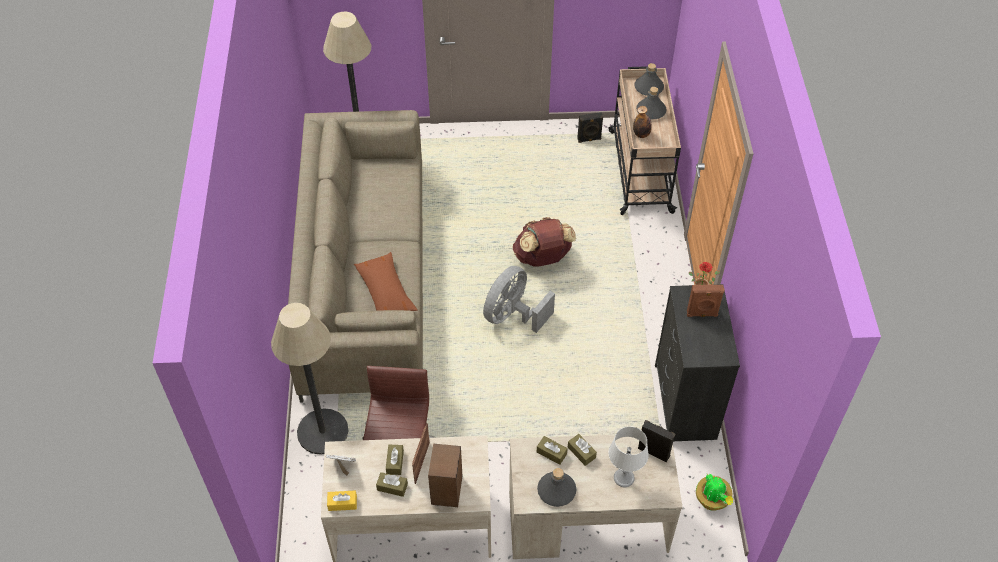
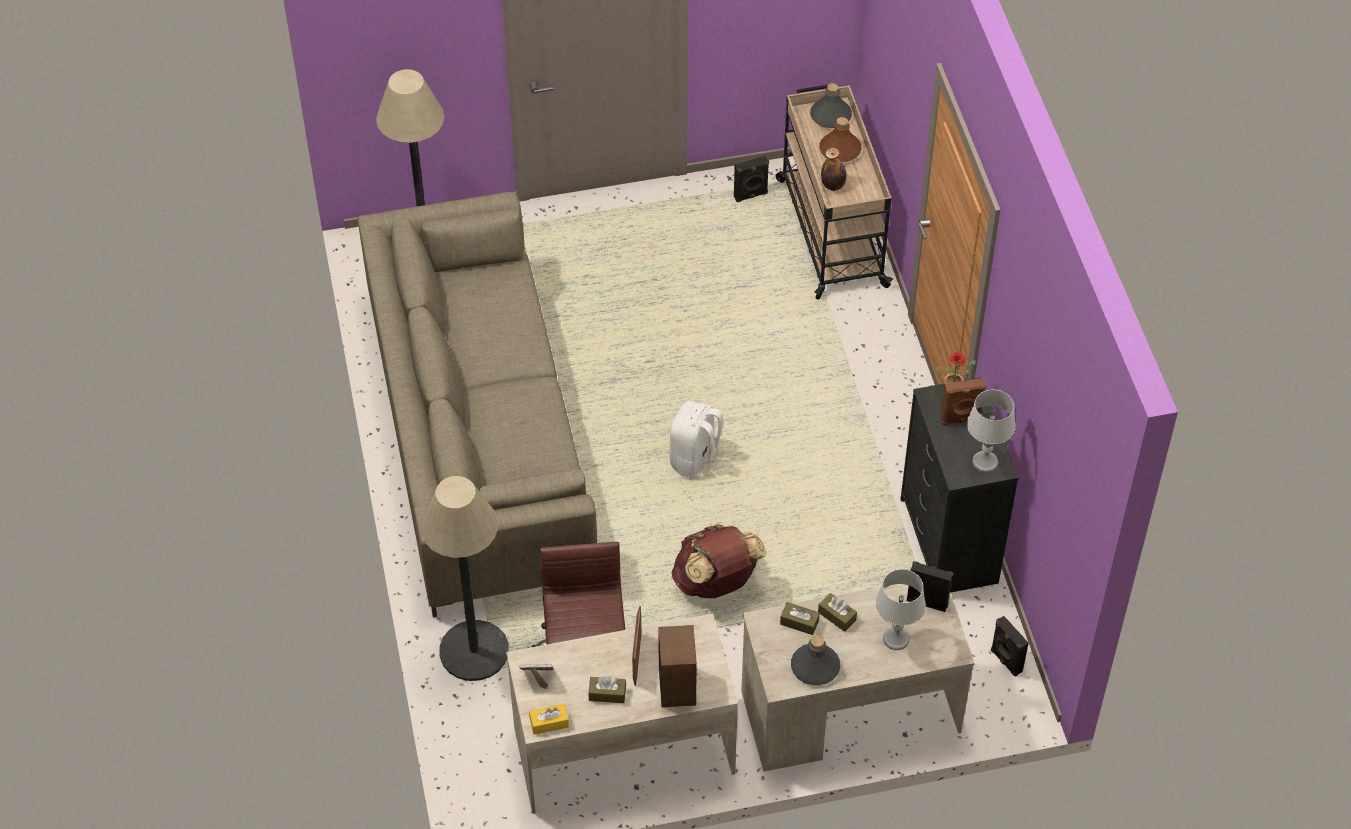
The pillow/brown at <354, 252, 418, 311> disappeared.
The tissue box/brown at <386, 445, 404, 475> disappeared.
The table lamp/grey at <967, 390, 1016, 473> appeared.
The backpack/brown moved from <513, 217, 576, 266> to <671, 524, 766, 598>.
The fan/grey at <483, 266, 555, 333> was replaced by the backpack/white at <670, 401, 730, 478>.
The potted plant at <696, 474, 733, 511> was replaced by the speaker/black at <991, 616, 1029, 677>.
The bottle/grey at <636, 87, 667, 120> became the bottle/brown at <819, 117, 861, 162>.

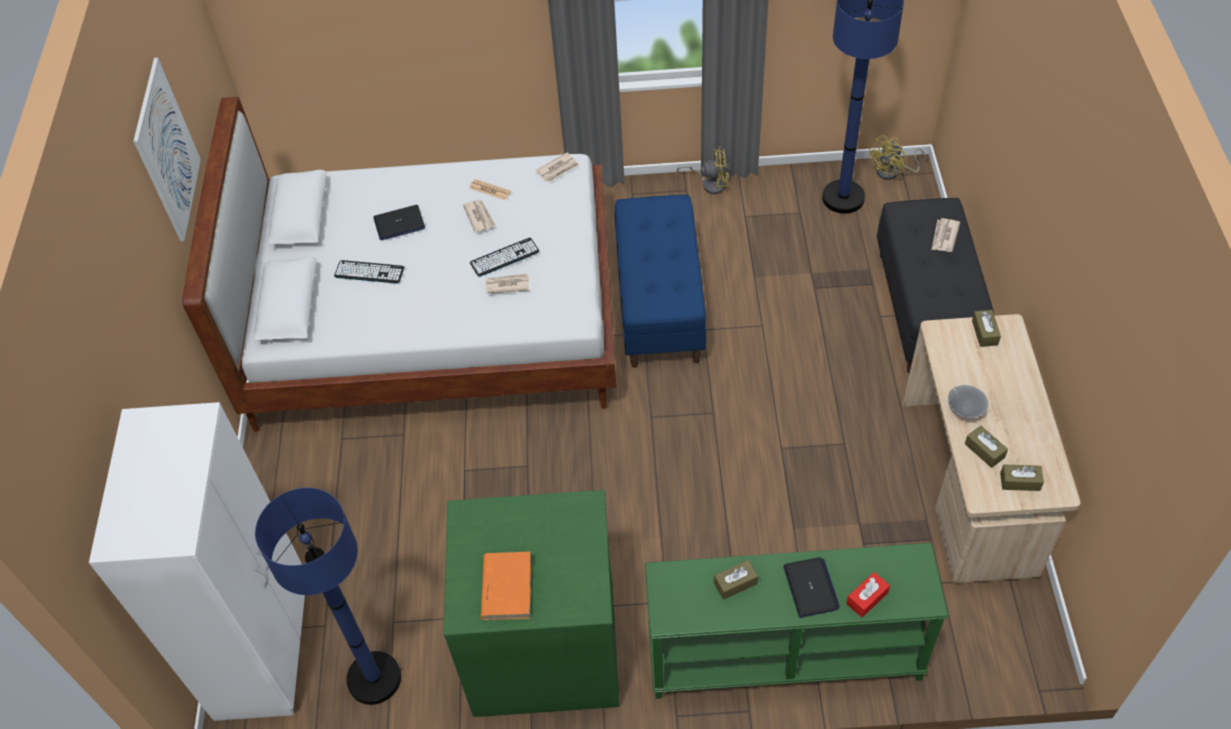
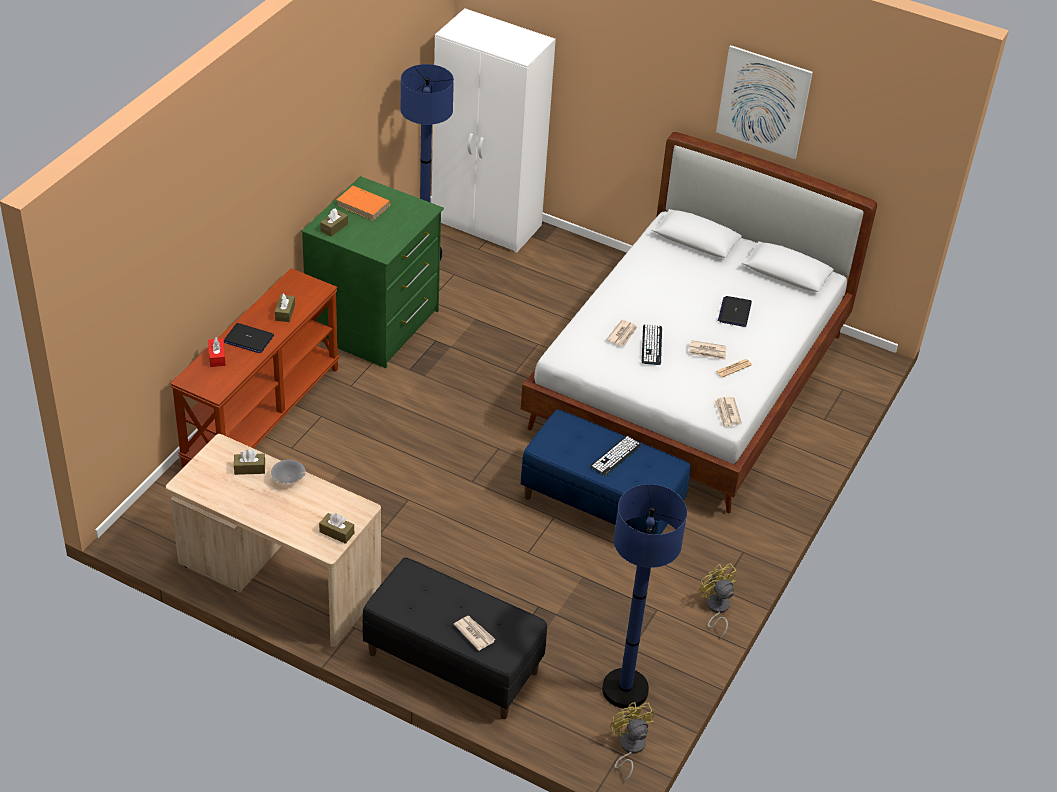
The keyboard moved from <334, 260, 404, 284> to <590, 436, 642, 477>.
The tissue box/brown moved from <1000, 464, 1044, 491> to <320, 209, 348, 237>.
The console table/green at <645, 543, 948, 699> became the console table/brown at <170, 268, 340, 467>.
The fan/yellow at <677, 146, 729, 194> turned 120 degrees clockwise.

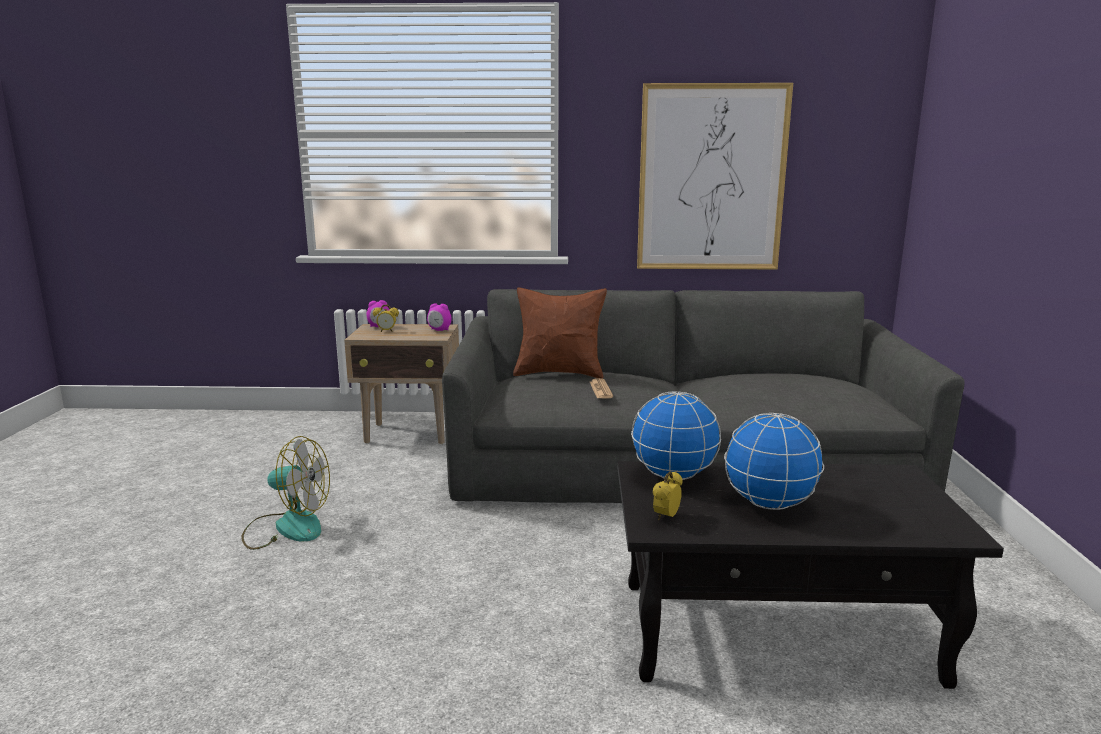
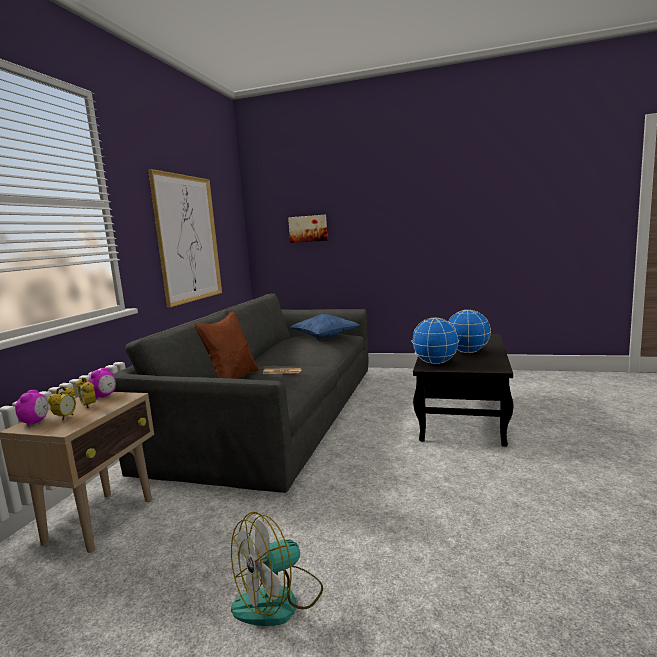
The picture at <288, 215, 328, 243> appeared.
The pillow/blue at <291, 314, 360, 338> appeared.
The alarm clock moved from <653, 471, 683, 520> to <76, 377, 96, 408>.
The fan at <241, 436, 330, 550> turned 150 degrees counterclockwise.

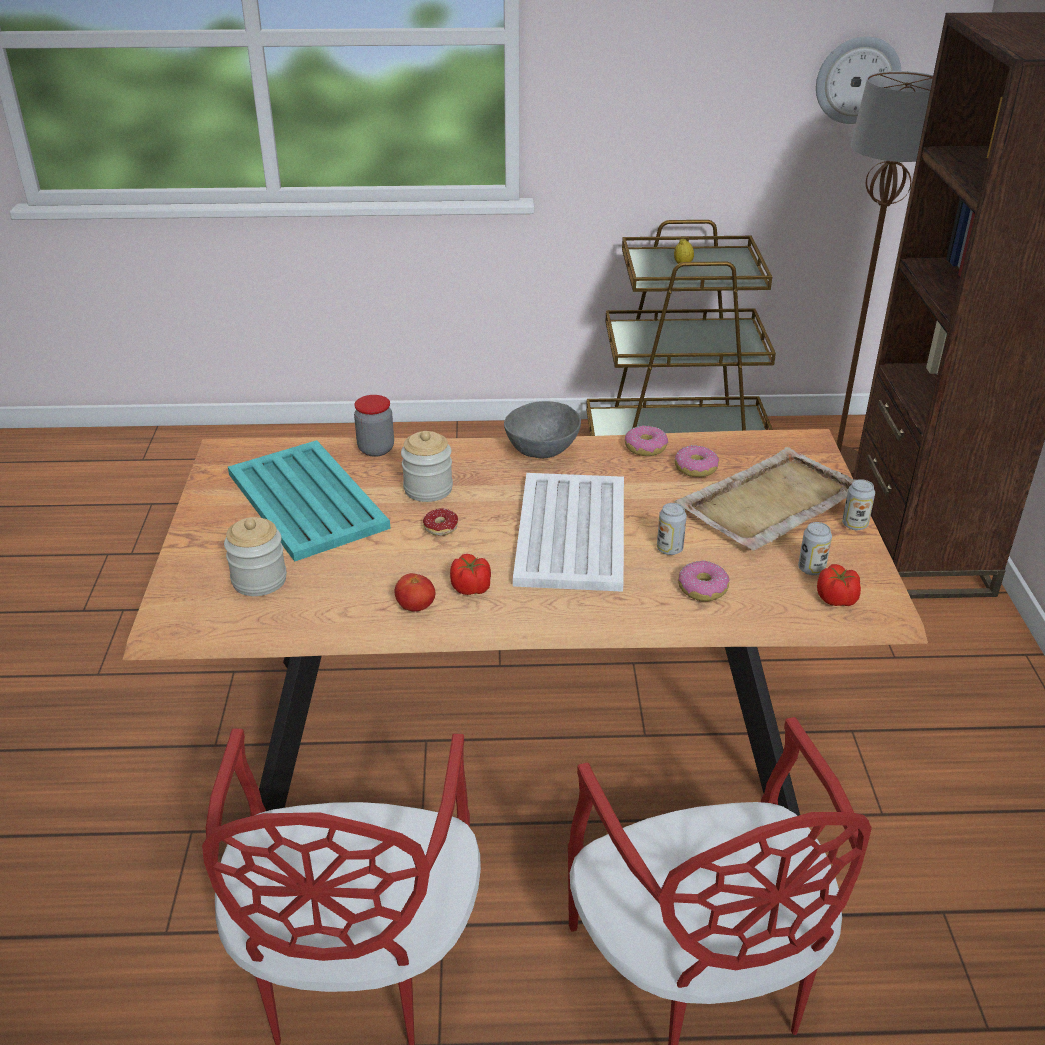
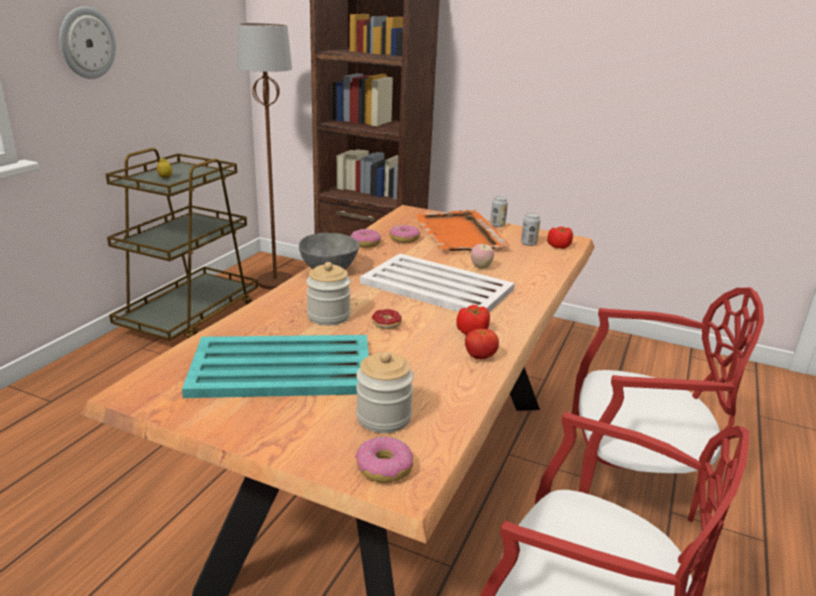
The jar at <354, 395, 394, 457> disappeared.
The donut moved from <678, 560, 729, 602> to <355, 437, 413, 483>.
The wall clock moved from <816, 36, 901, 124> to <59, 7, 116, 79>.
The can at <657, 503, 687, 555> was replaced by the apple at <471, 242, 494, 268>.
The tray/beige at <674, 447, 855, 551> became the tray/orange at <414, 210, 511, 251>.

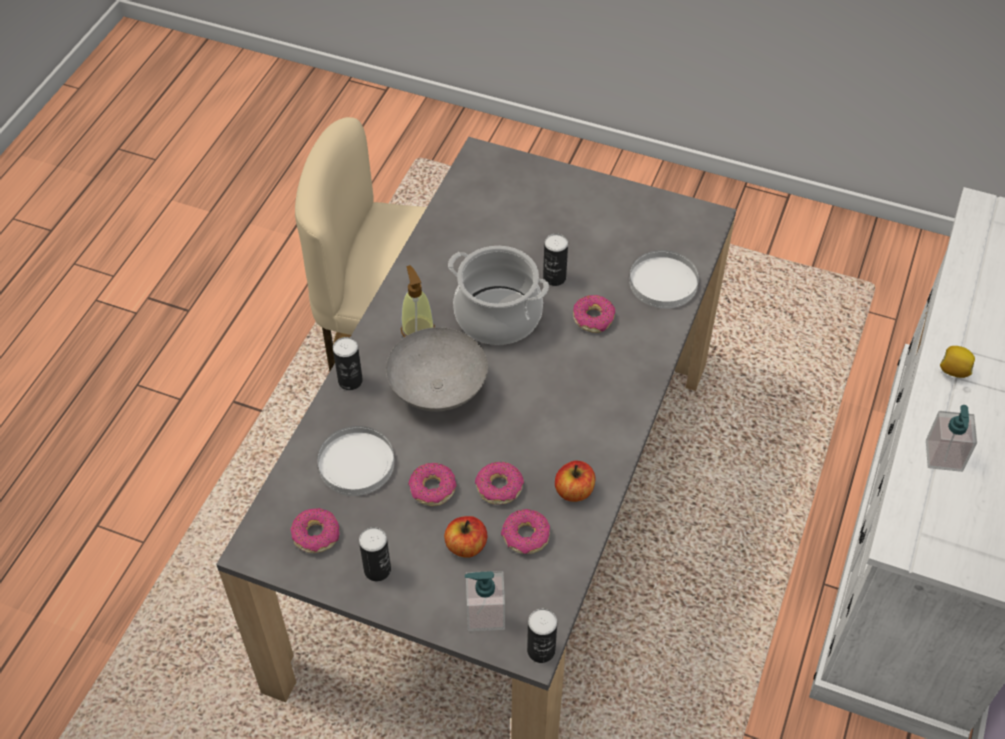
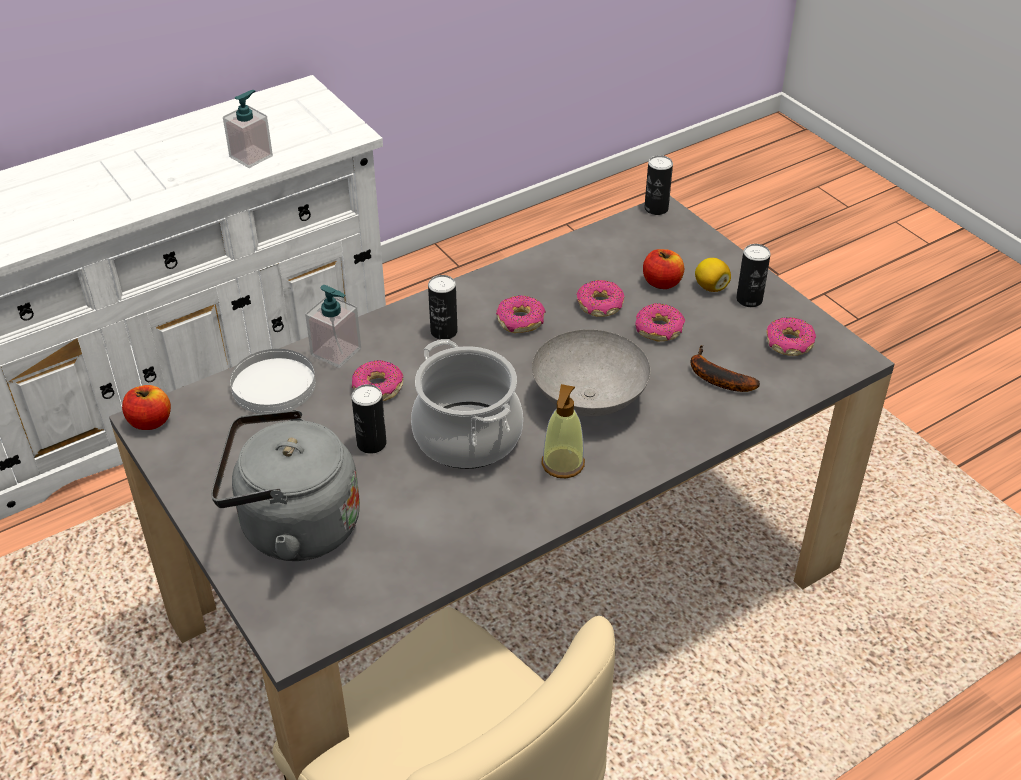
The kettle/grey at <211, 410, 360, 561> appeared.
The can moved from <333, 337, 363, 390> to <428, 275, 458, 340>.
The soap dispenser moved from <465, 571, 505, 631> to <305, 285, 361, 368>.
The donut moved from <501, 509, 550, 554> to <496, 295, 546, 333>.
The apple moved from <555, 461, 595, 502> to <122, 385, 171, 430>.
The lemon moved from <940, 346, 975, 378> to <695, 258, 731, 292>.
The plate/white at <317, 426, 394, 496> was replaced by the banana at <691, 345, 760, 392>.

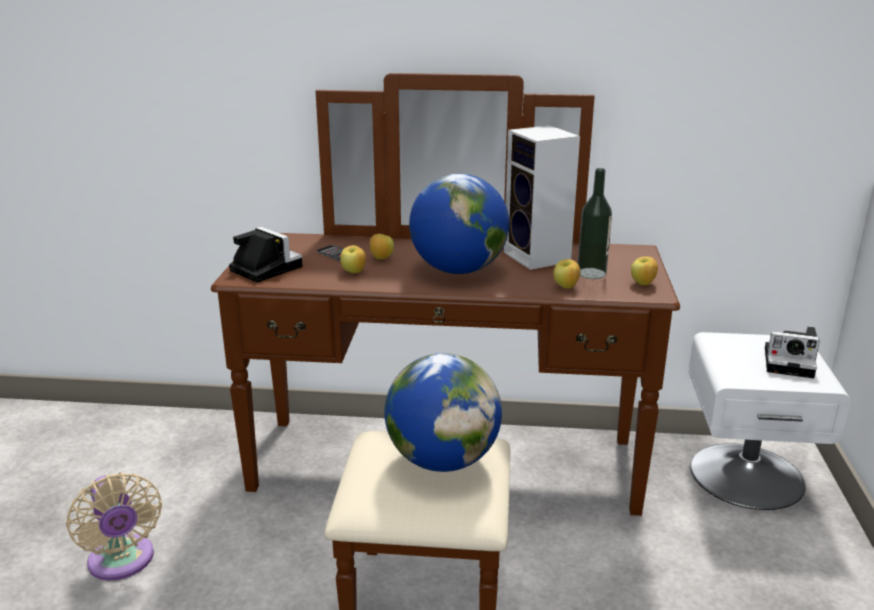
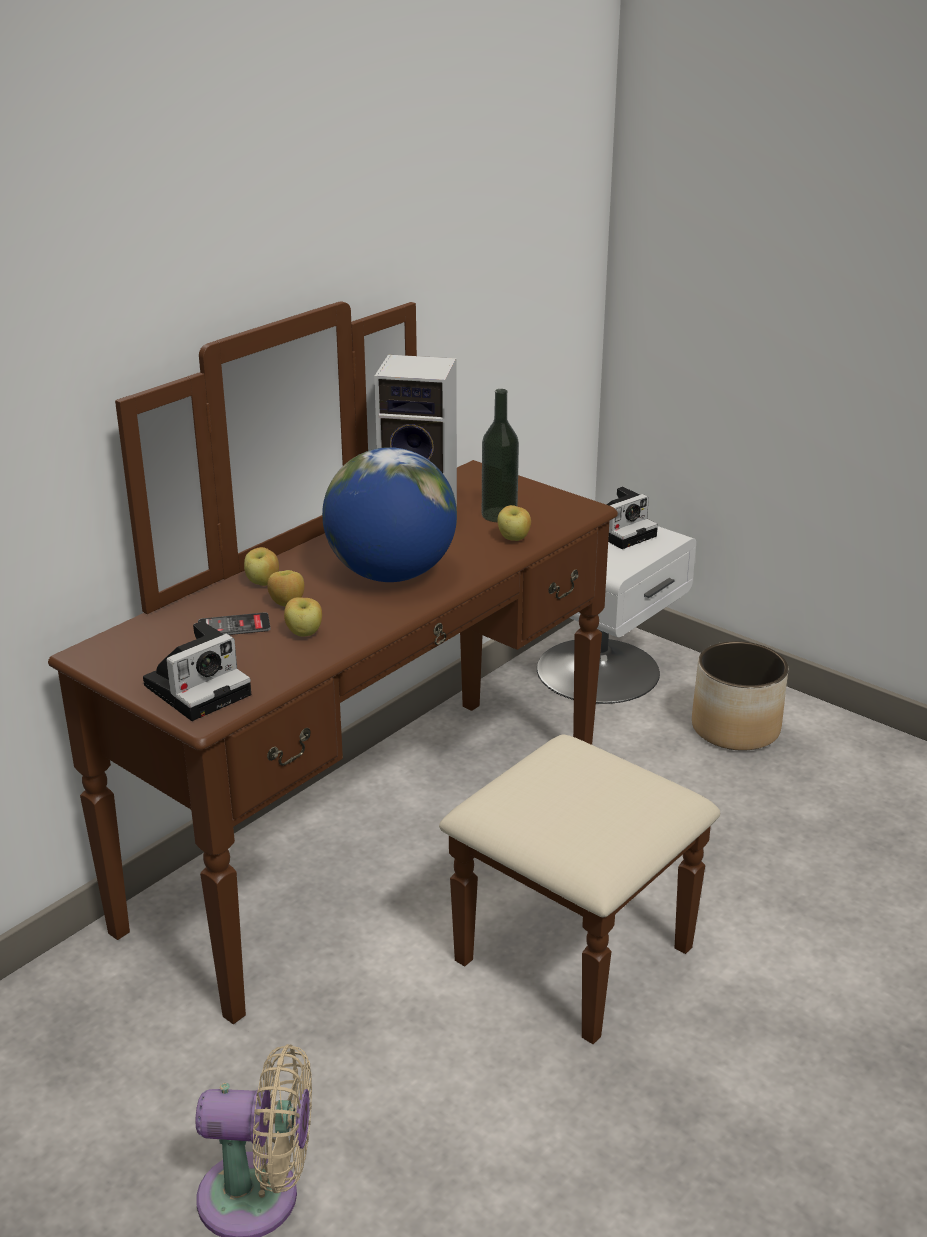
The globe at <384, 353, 502, 472> disappeared.
The planter at <692, 641, 788, 751> appeared.
The apple moved from <631, 257, 658, 286> to <244, 547, 279, 586>.
The photo camera at <229, 227, 303, 283> turned 150 degrees clockwise.

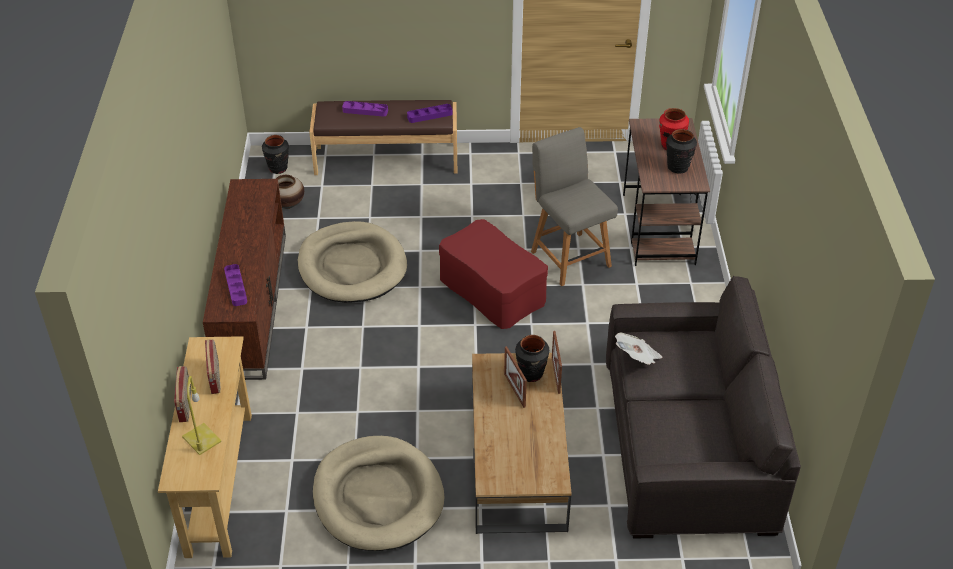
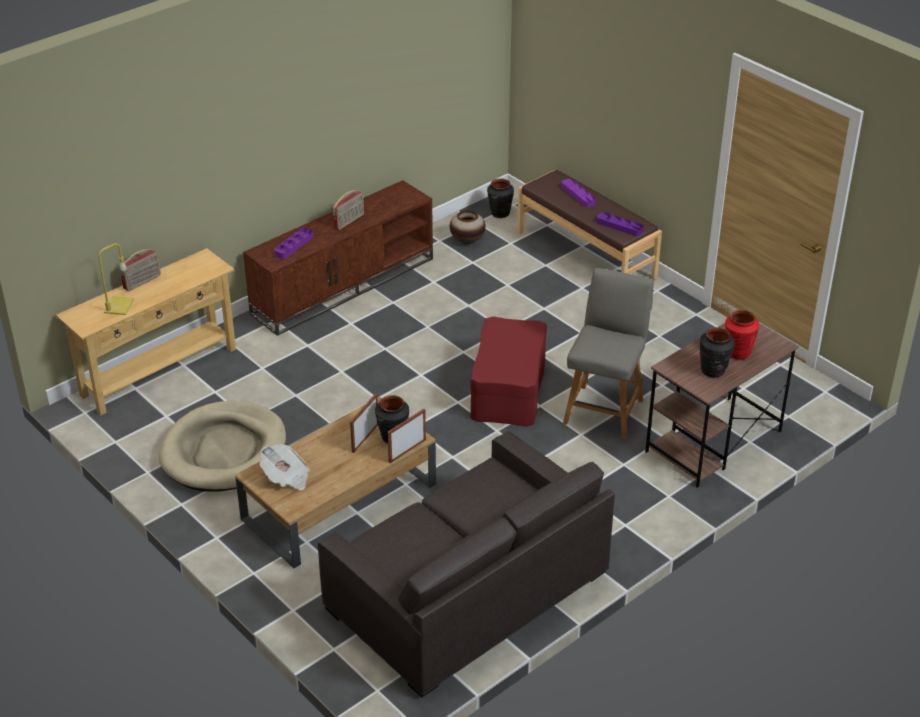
The dog bed/beige at <298, 221, 407, 303> disappeared.
The radio moved from <205, 339, 221, 394> to <332, 190, 364, 230>.
The newspaper moved from <615, 333, 662, 365> to <260, 444, 310, 490>.

